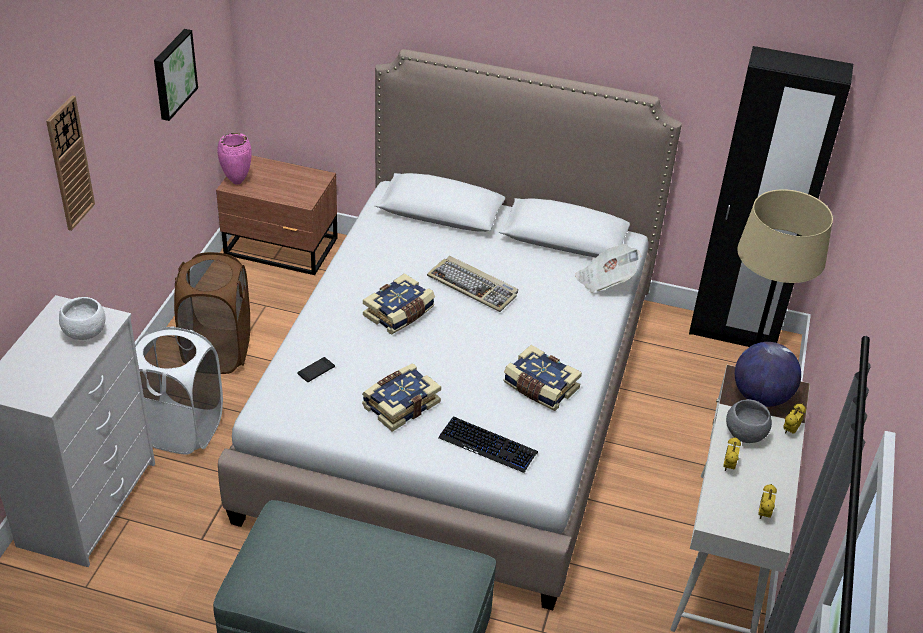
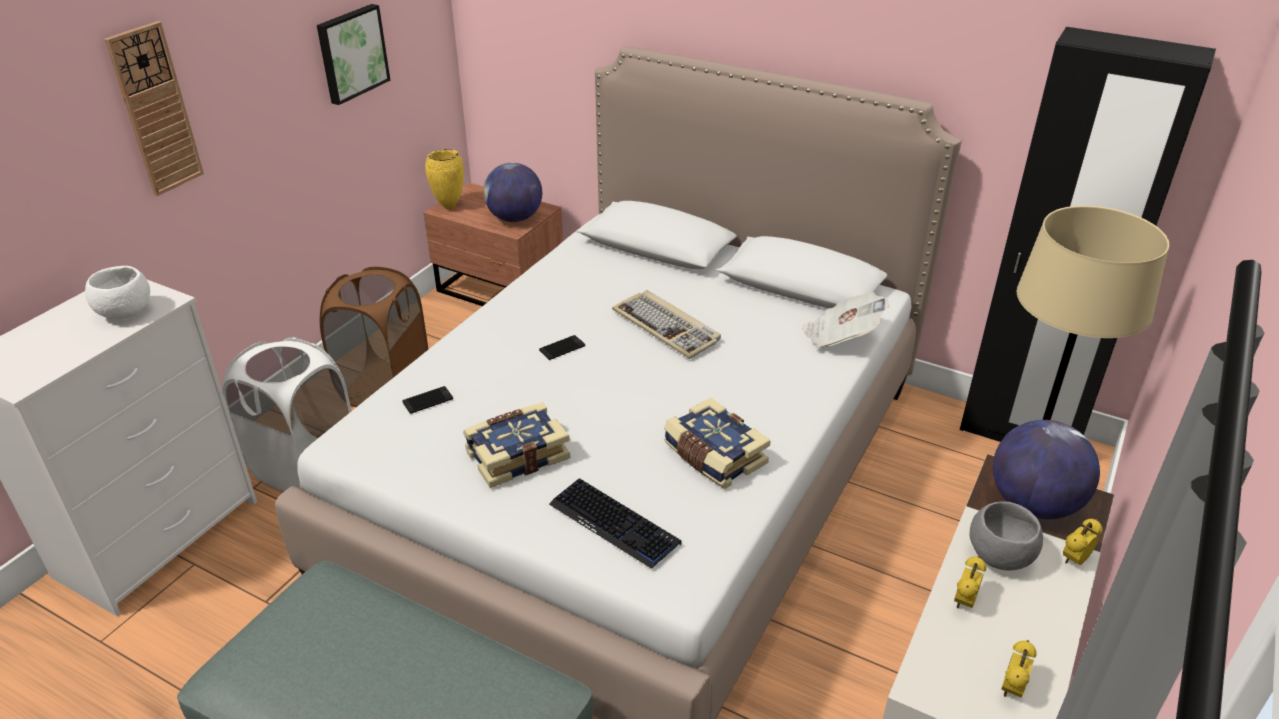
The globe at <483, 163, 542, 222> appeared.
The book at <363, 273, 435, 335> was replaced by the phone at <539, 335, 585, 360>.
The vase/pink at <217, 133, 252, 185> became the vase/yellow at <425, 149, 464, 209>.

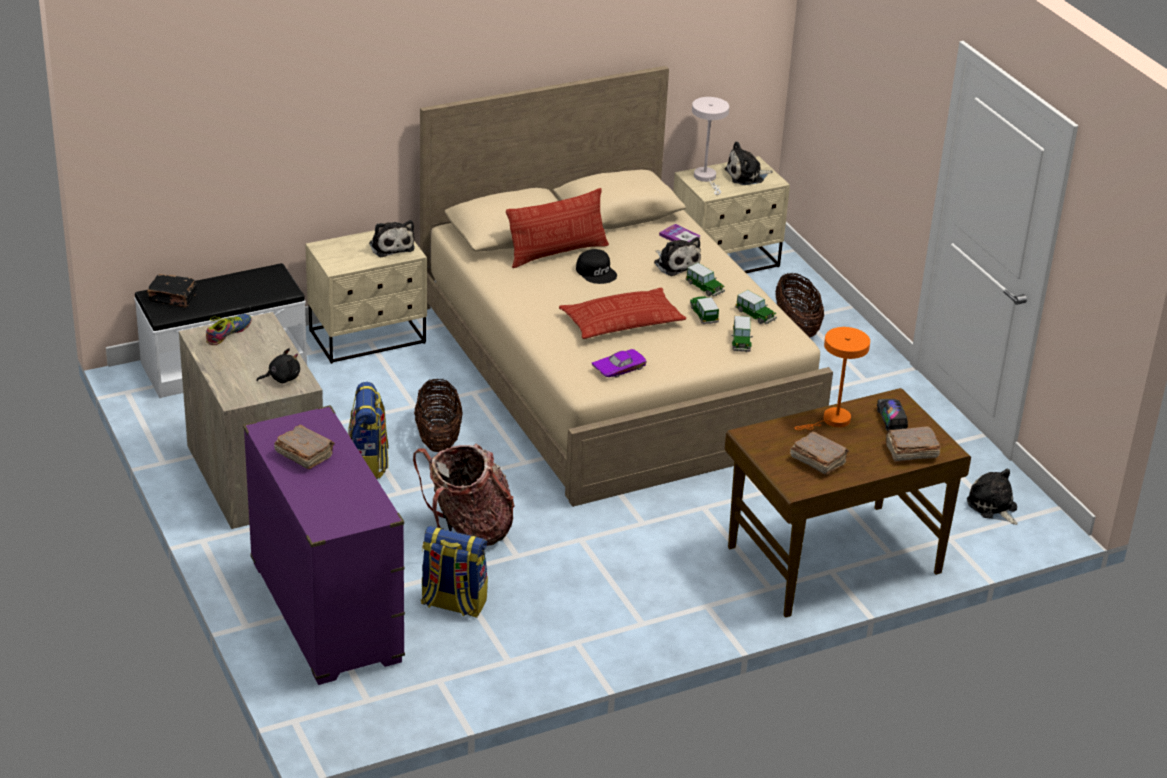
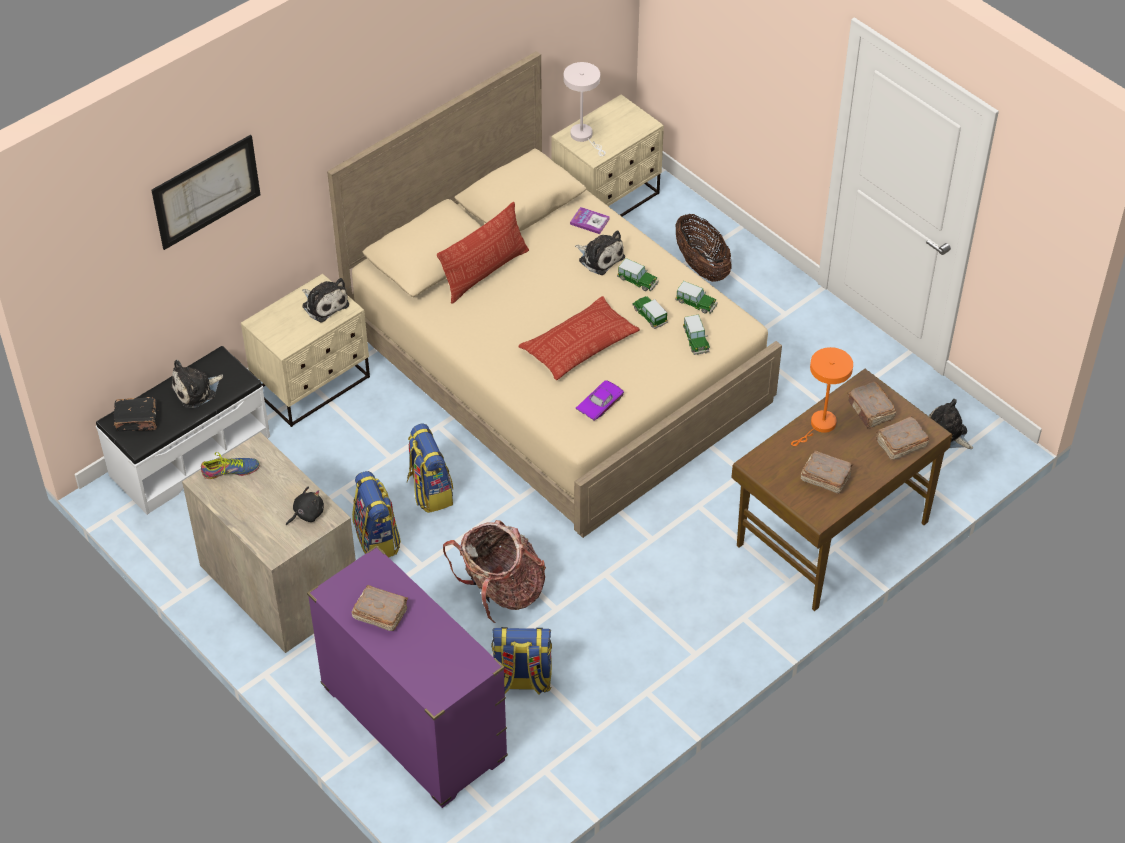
The cap/black at <576, 249, 617, 284> disappeared.
The picture at <151, 135, 260, 250> appeared.
The plush toy moved from <725, 141, 773, 185> to <171, 360, 223, 408>.
The basket at <414, 379, 463, 452> was replaced by the backpack at <407, 423, 453, 513>.
The toy truck at <877, 399, 908, 431> was replaced by the book/brown at <847, 382, 896, 428>.
The shoe at <206, 314, 252, 345> turned 60 degrees clockwise.

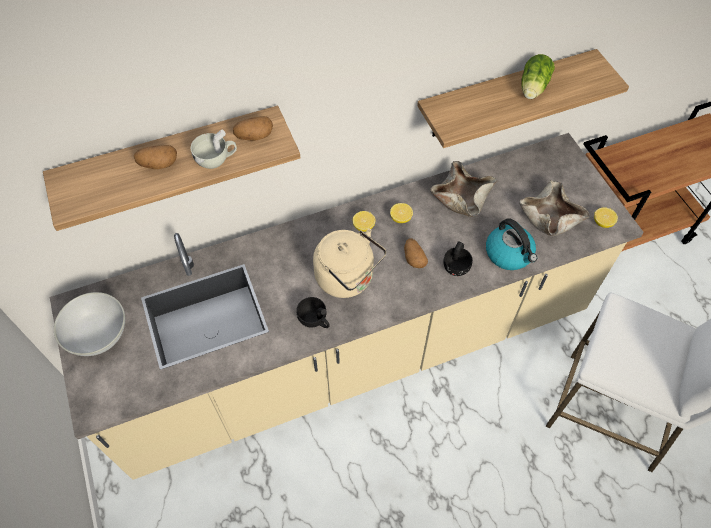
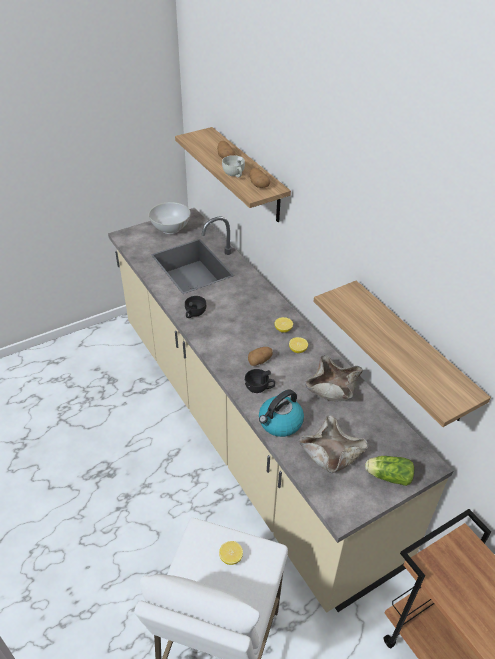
The kettle/beige at <313, 229, 386, 298> disappeared.
The lettuce moved from <521, 54, 555, 99> to <365, 456, 414, 486>.
The lemon moved from <594, 207, 618, 228> to <219, 541, 243, 565>.

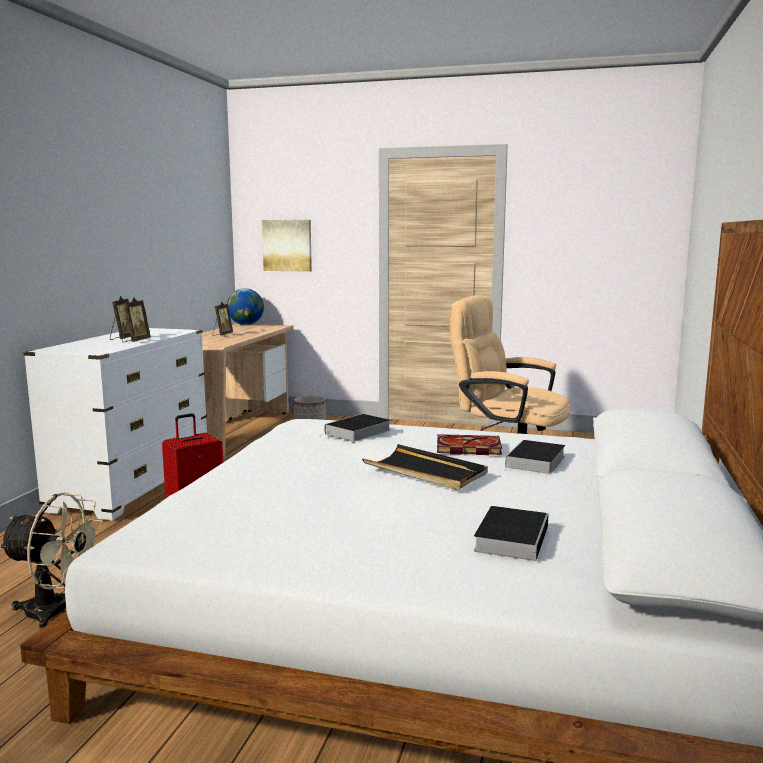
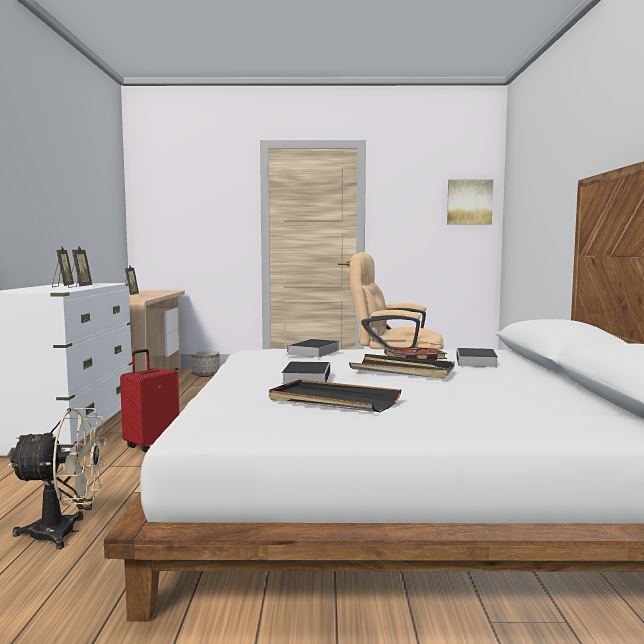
The globe at <227, 288, 264, 325> disappeared.
The tray/black at <269, 379, 401, 412> appeared.
The picture moved from <262, 220, 312, 272> to <447, 179, 493, 225>.
The book moved from <474, 506, 548, 561> to <282, 361, 330, 384>.

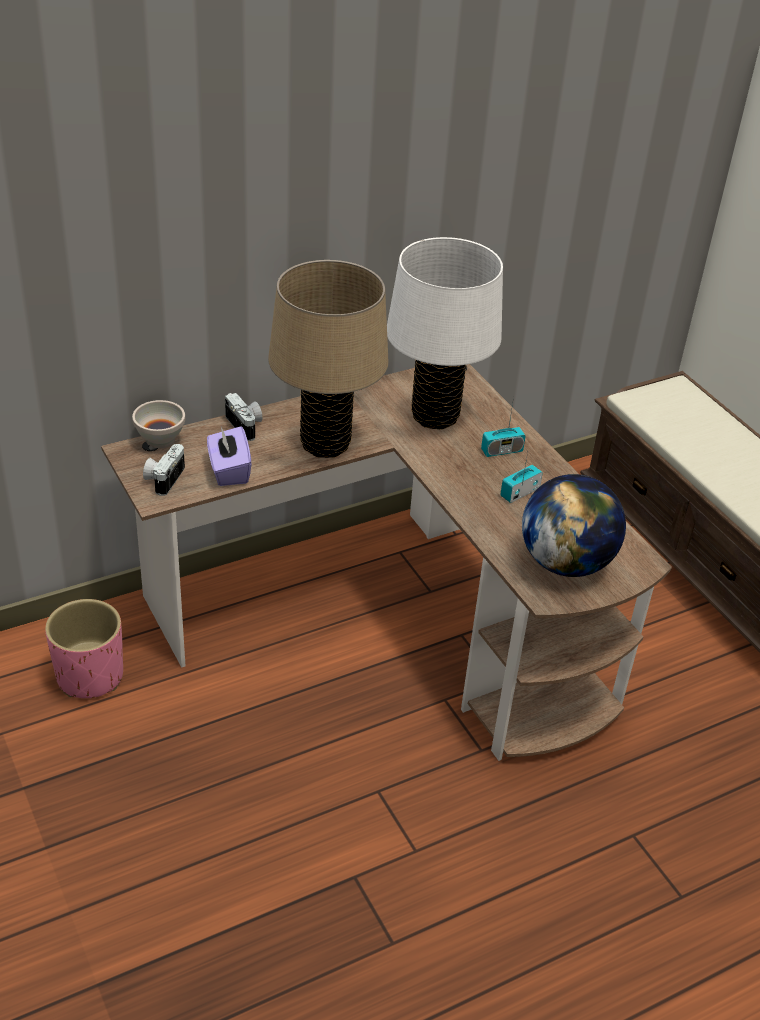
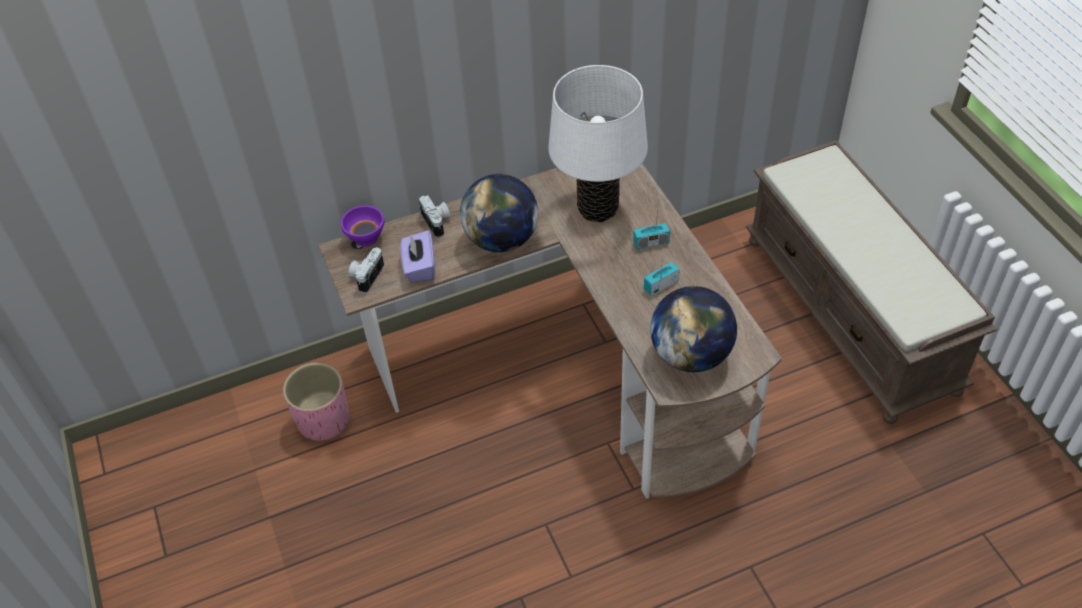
The table lamp/beige at <268, 260, 388, 458> was replaced by the globe at <460, 174, 538, 252>.
The bowl/white at <132, 400, 185, 448> became the bowl/purple at <341, 205, 384, 247>.

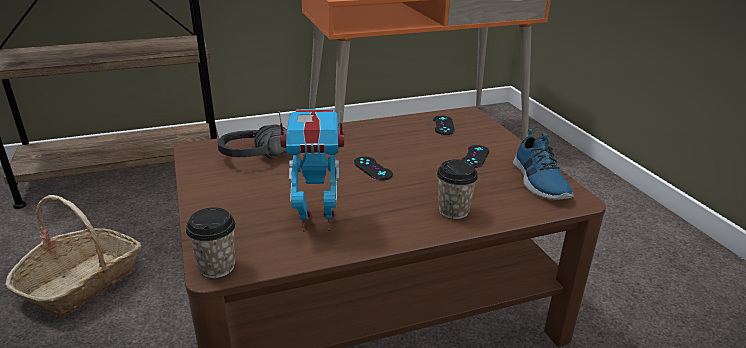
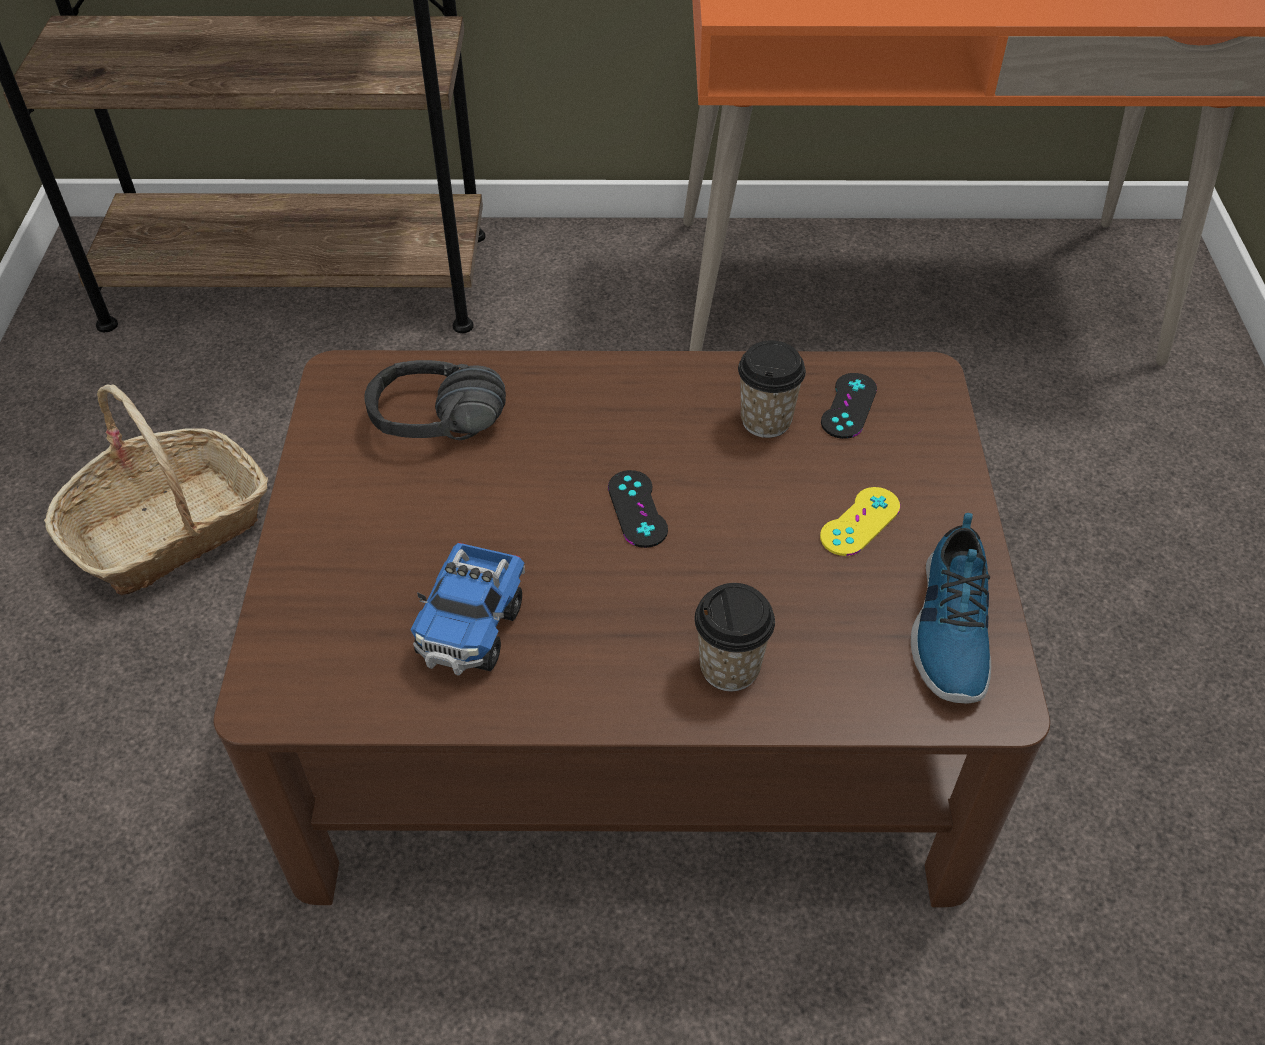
The cup moved from <186, 207, 236, 278> to <738, 341, 806, 438>.
The toy robot at <279, 109, 344, 232> was replaced by the toy truck at <410, 543, 525, 676>.
The game controller/black at <461, 145, 489, 168> became the game controller/yellow at <820, 487, 901, 556>.

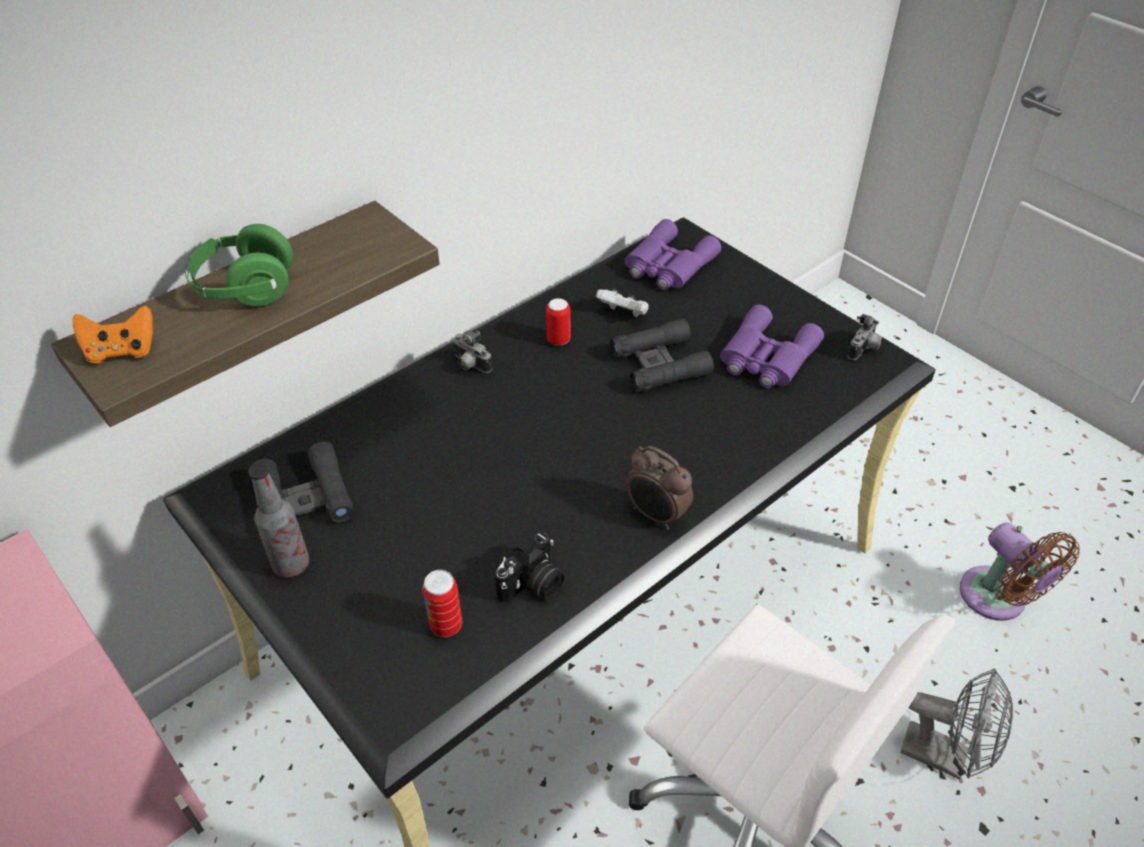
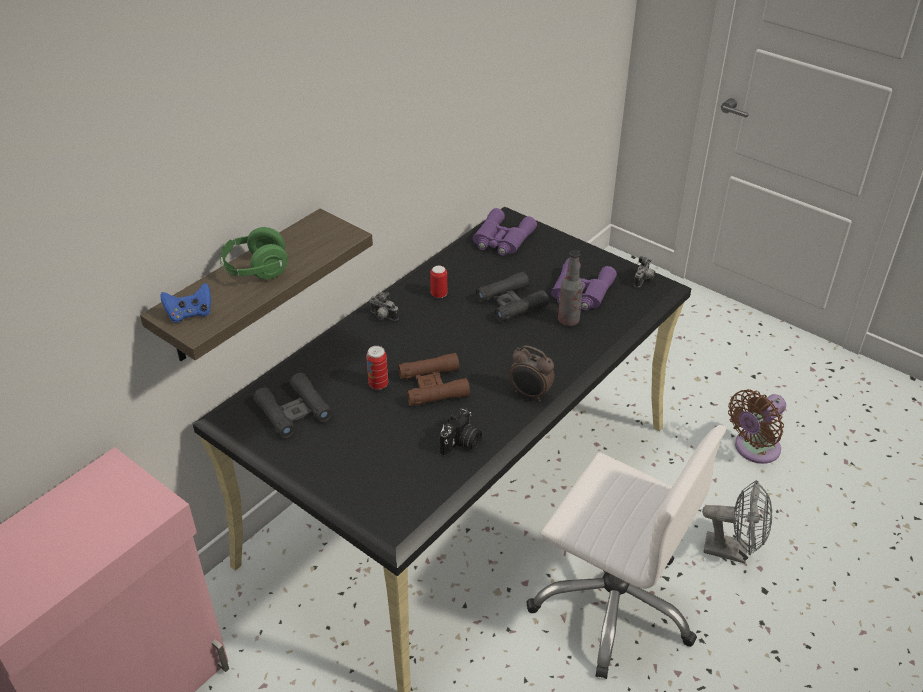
The game controller/white at <596, 288, 649, 317> disappeared.
The binoculars/brown at <398, 353, 470, 406> appeared.
The bottle moved from <248, 463, 309, 578> to <558, 250, 583, 326>.
The can moved from <423, 570, 462, 637> to <366, 346, 388, 390>.
The game controller/orange at <72, 306, 153, 363> became the game controller/blue at <160, 283, 211, 323>.
The fan/brown at <960, 522, 1080, 621> turned 90 degrees clockwise.

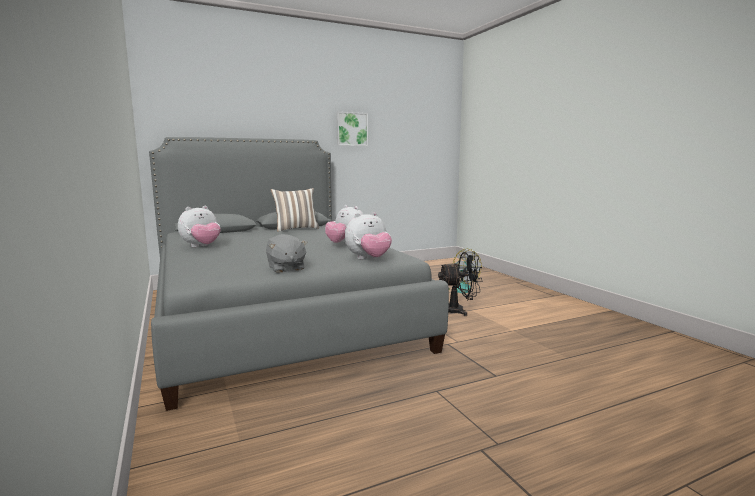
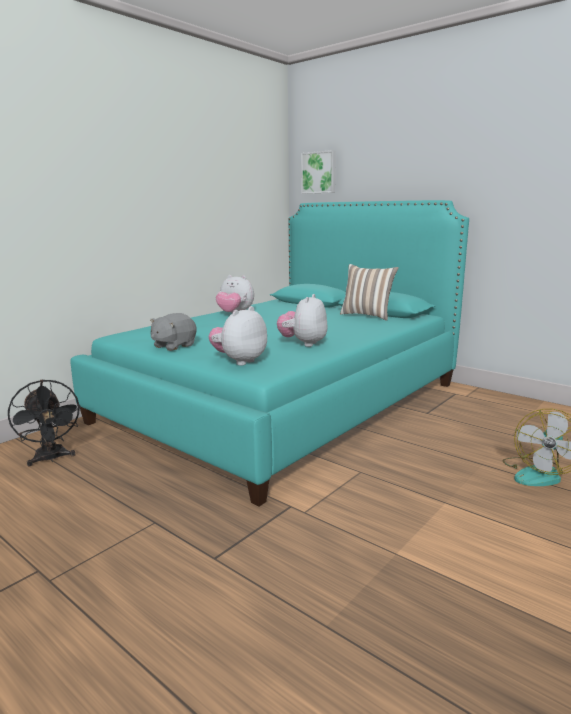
The picture moved from <336, 112, 368, 146> to <301, 150, 336, 194>.
The fan/black moved from <438, 252, 482, 316> to <8, 380, 81, 467>.
The bed/grey at <149, 137, 449, 411> became the bed/turquoise at <70, 200, 469, 507>.
The plush toy at <345, 212, 392, 259> turned 90 degrees clockwise.

